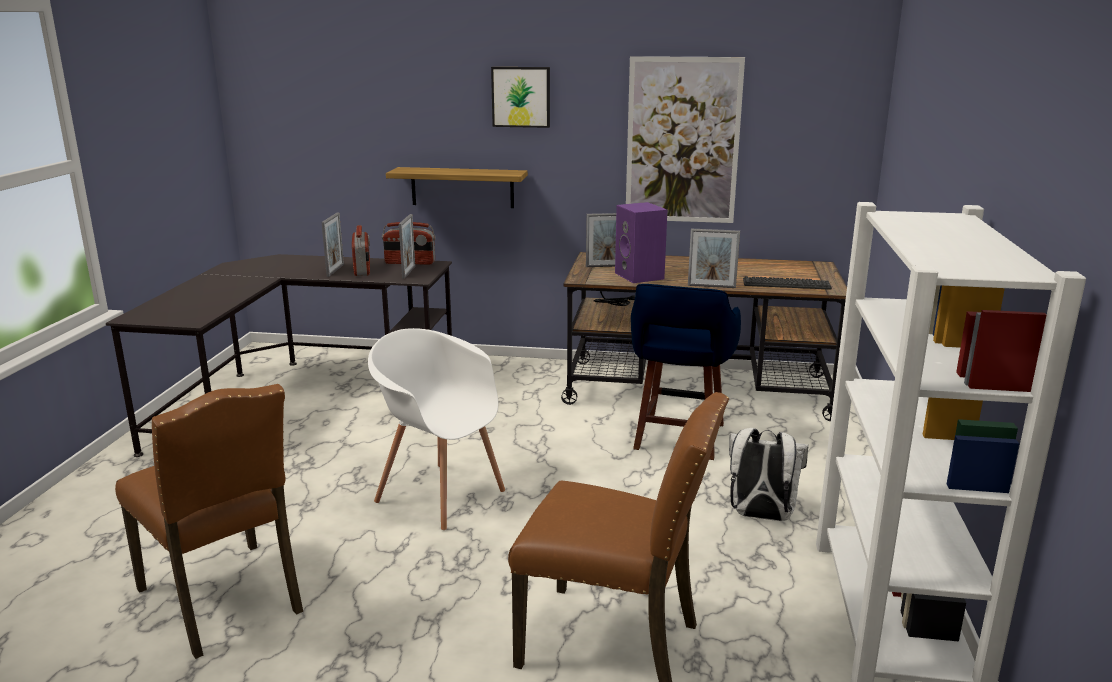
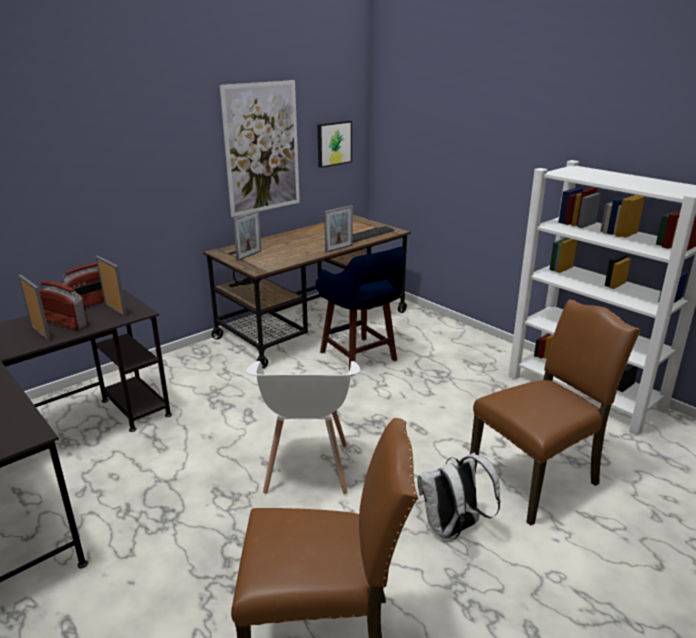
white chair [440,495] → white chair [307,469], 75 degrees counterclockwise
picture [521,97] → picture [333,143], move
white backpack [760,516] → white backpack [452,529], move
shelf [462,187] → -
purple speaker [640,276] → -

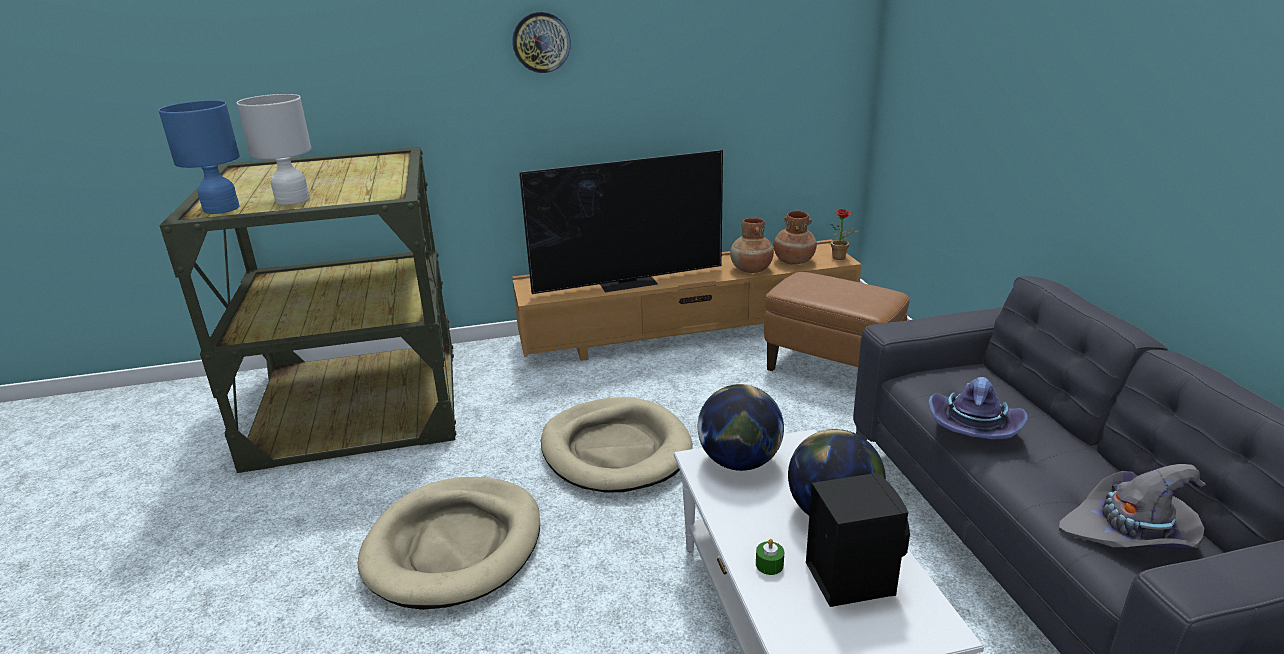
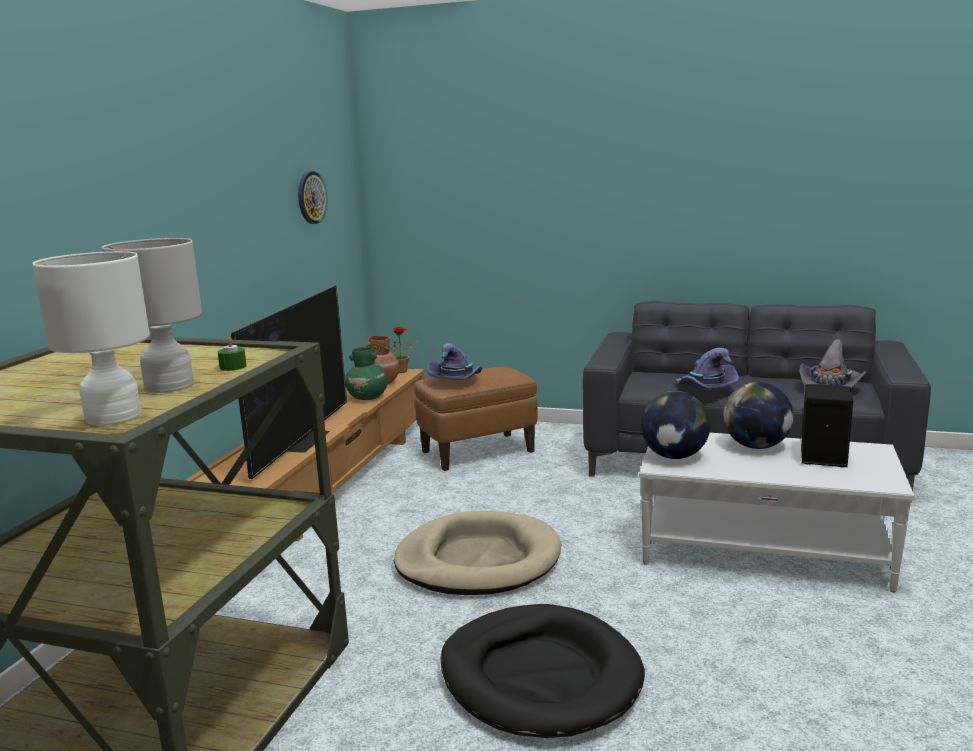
blue table lamp [221,209] → white table lamp [114,417]
green candle [769,565] → green candle [233,367], move
wall clock [541,42] → wall clock [311,197], move
brown vase [751,269] → green vase [368,397]
- → purple hat [456,381]
beige dog bed [455,546] → black dog bed [540,676]

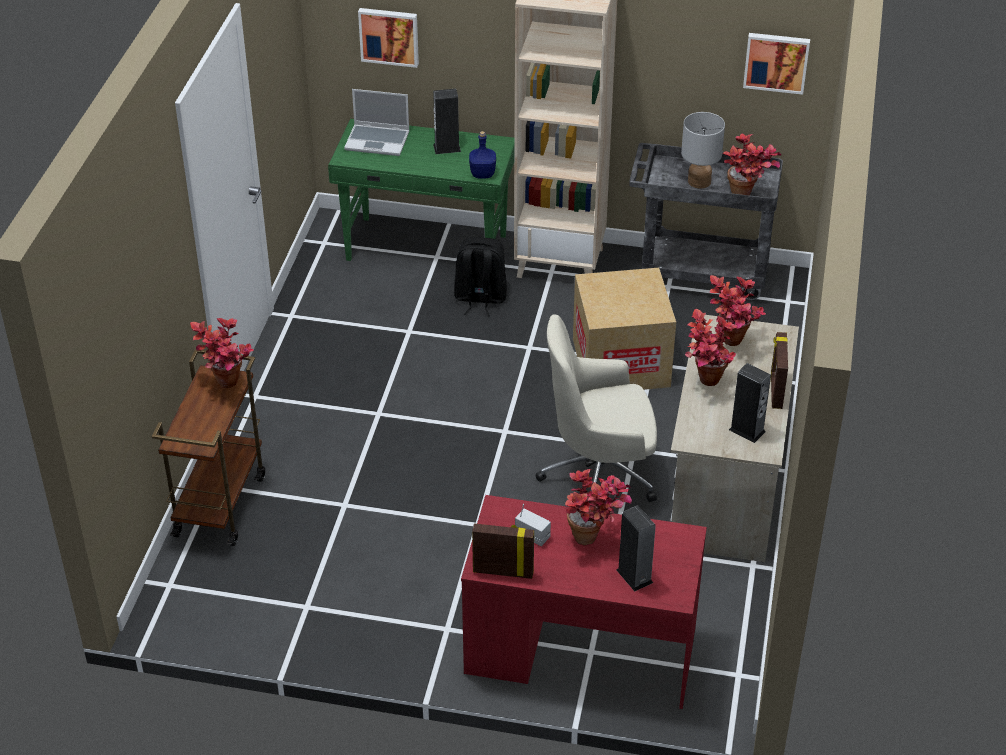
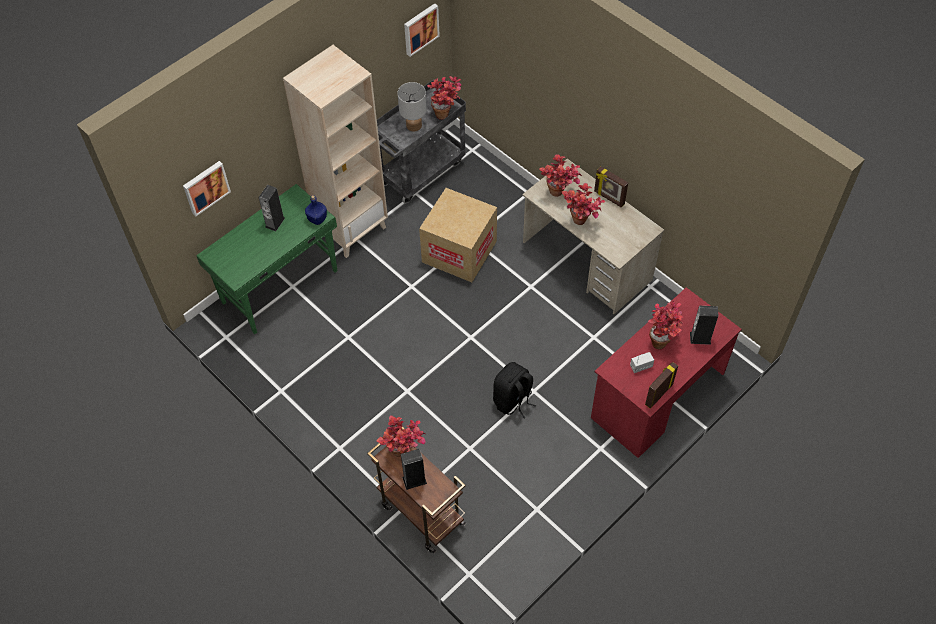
speaker [747,430] → speaker [414,480], move
black backpack [480,298] → black backpack [513,400], move
laptop [378,141] → -
beige office chair [598,477] → -

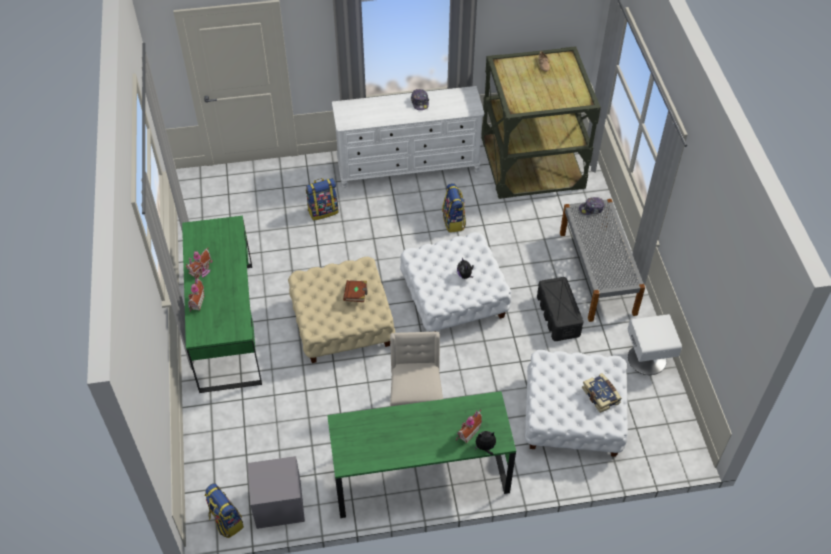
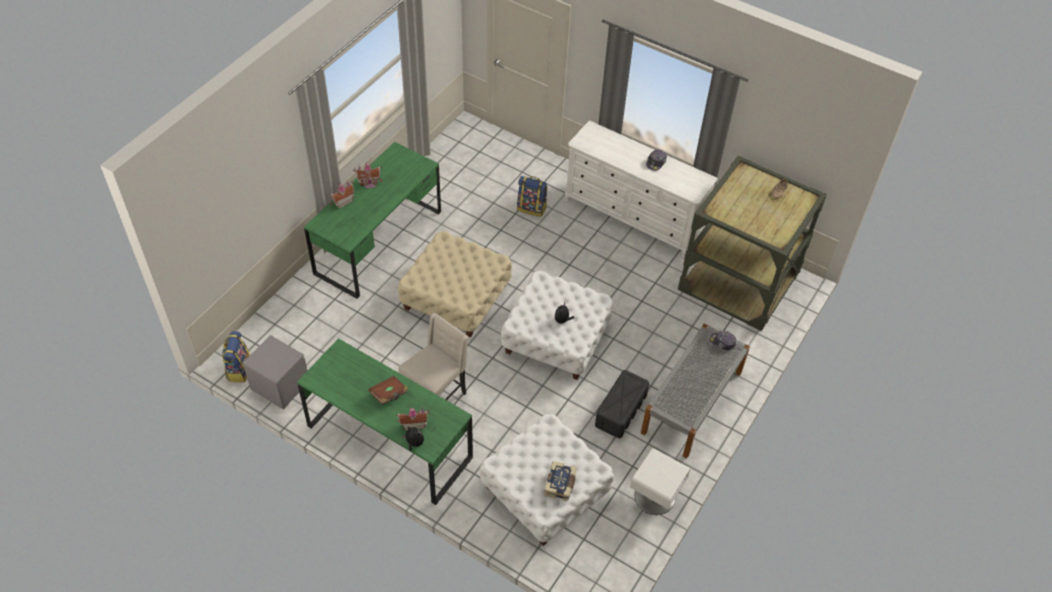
brown book [356,295] → brown book [389,394], move
backpack [454,221] → -

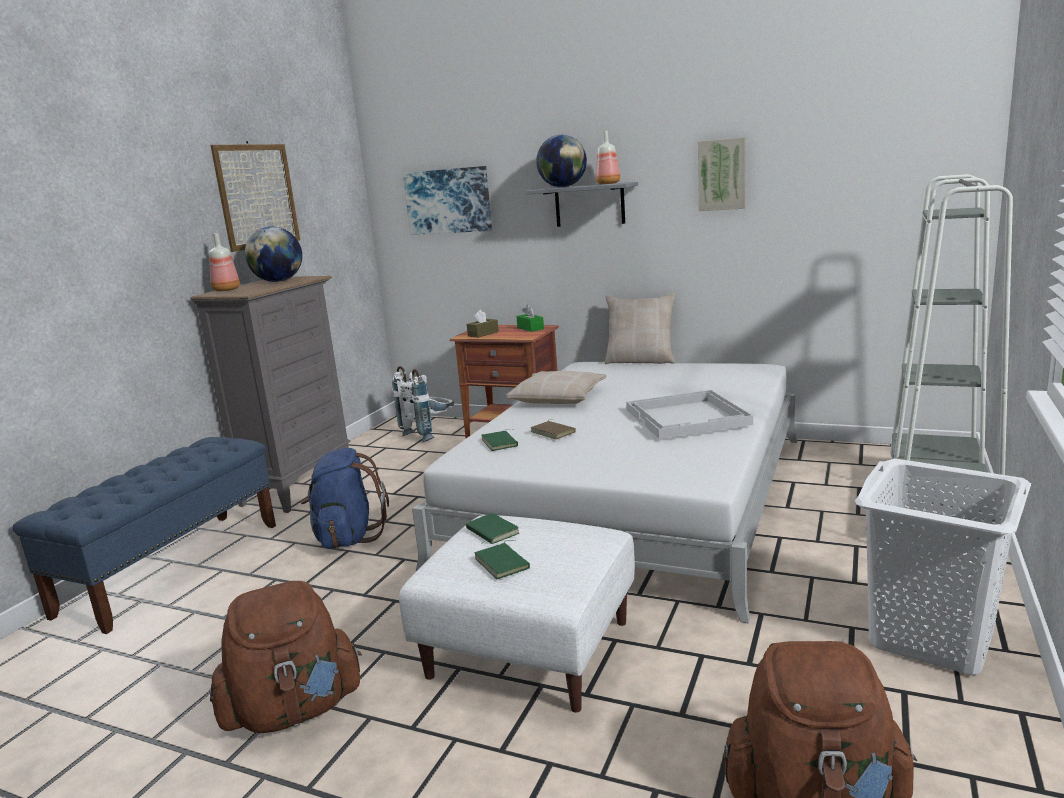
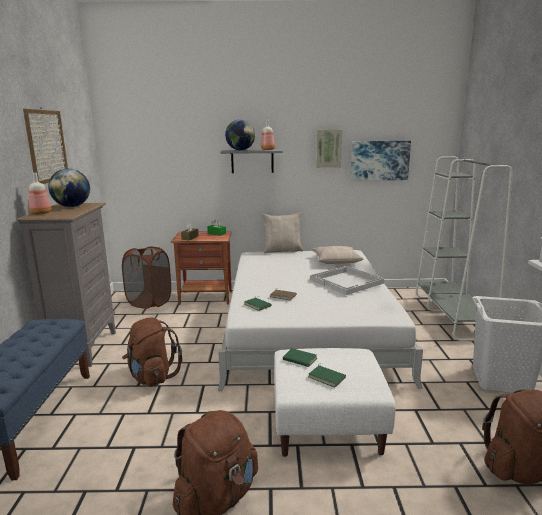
white backpack [430,434] → brown laundry basket [149,302]
blue backpack [347,537] → brown backpack [152,377]
beige pillow [558,397] → beige pillow [336,260], move
picture [448,201] → picture [379,160], move

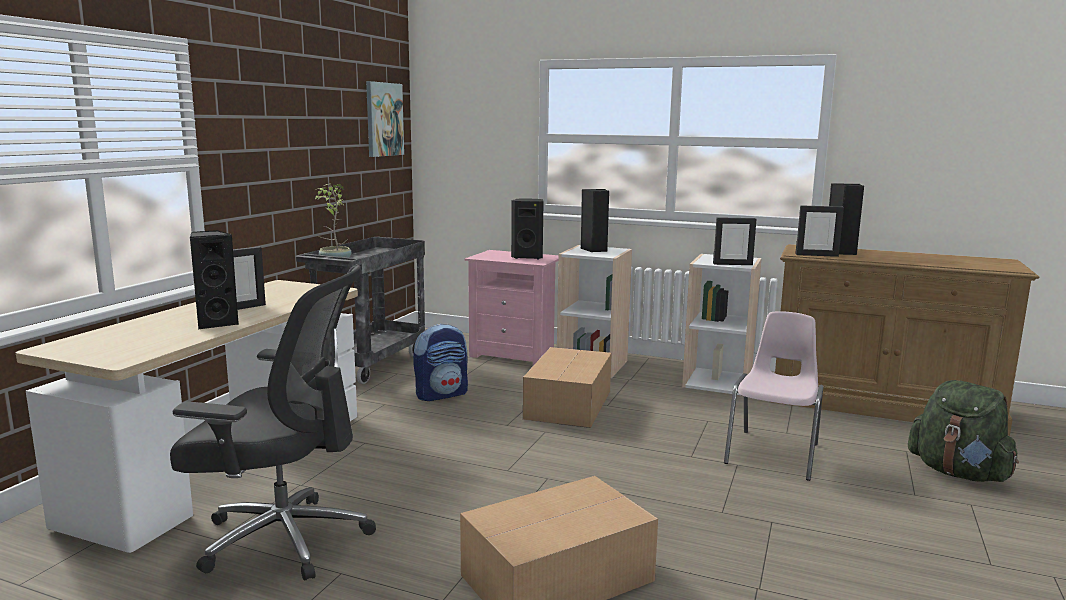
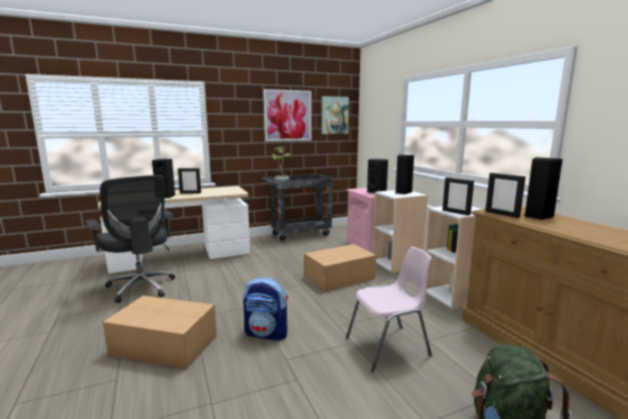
backpack [442,394] → backpack [267,333], move
- → picture [288,115]

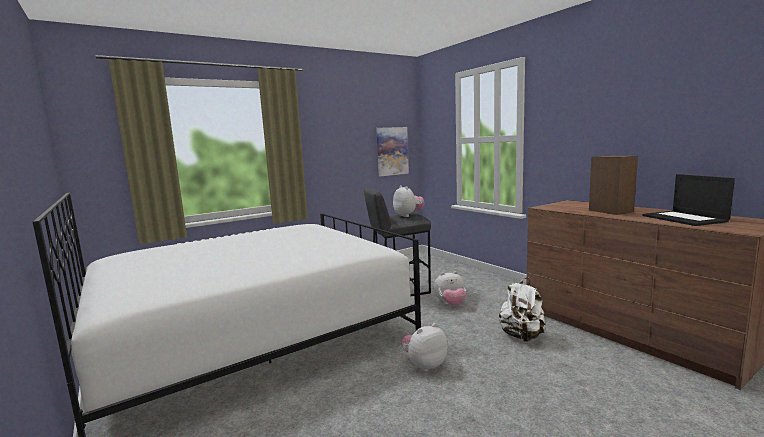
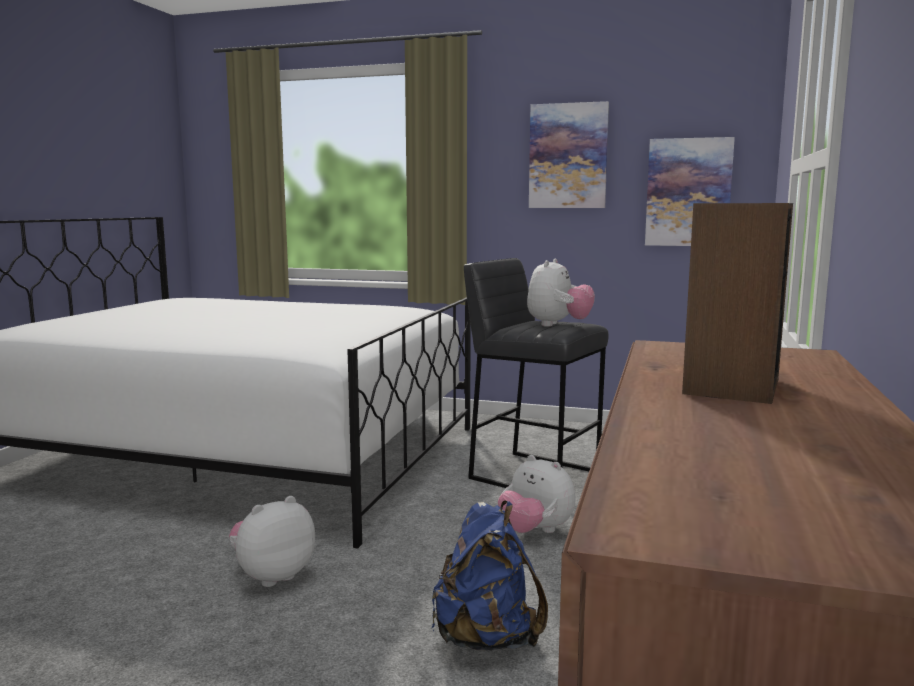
plush toy [424,365] → plush toy [272,576], 60 degrees counterclockwise
white backpack [522,336] → blue backpack [486,638]
- → picture [568,156]
laptop [685,218] → -

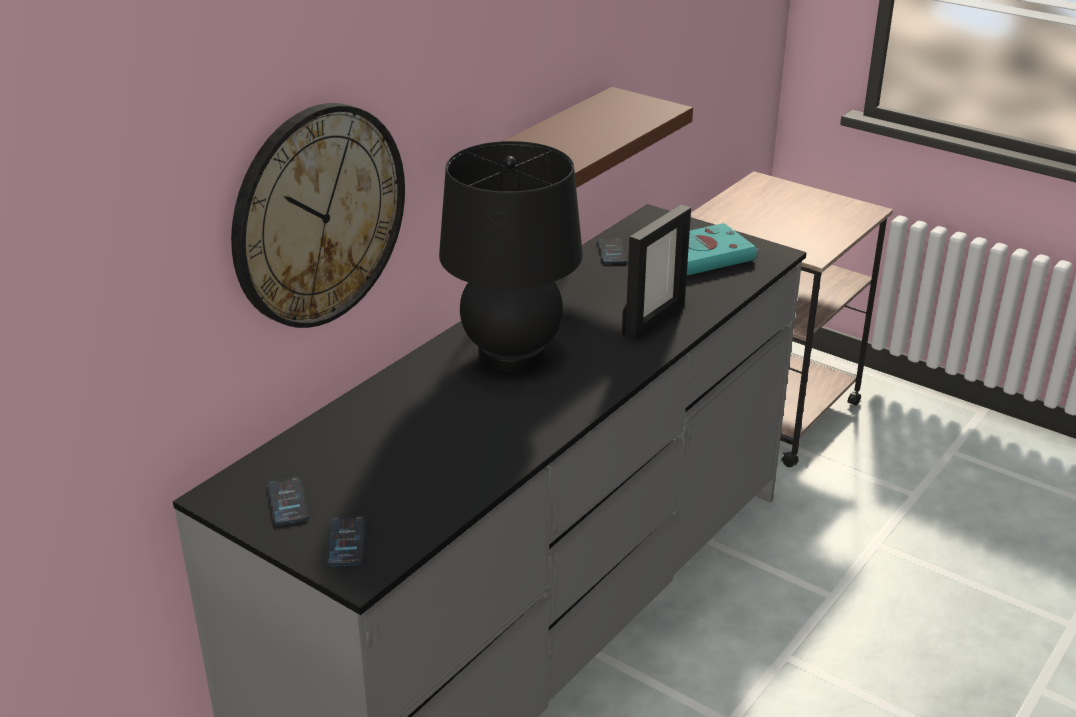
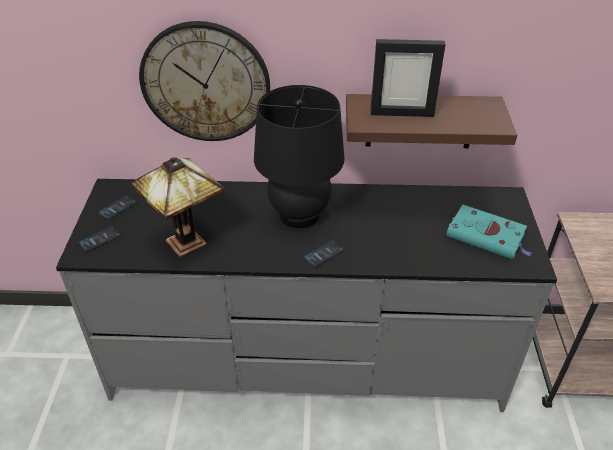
- → table lamp [187,240]
phone [612,252] → phone [323,254], move
picture frame [653,320] → picture frame [401,113], move

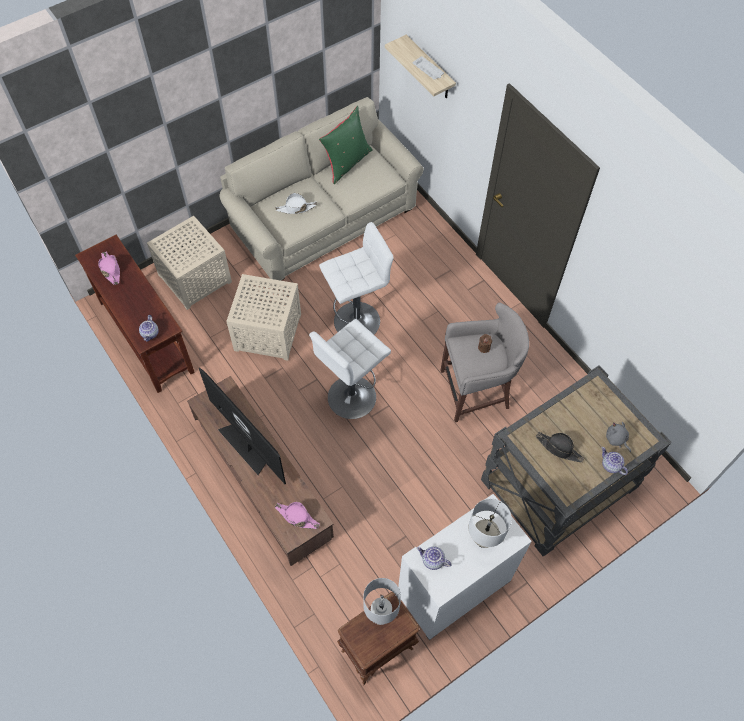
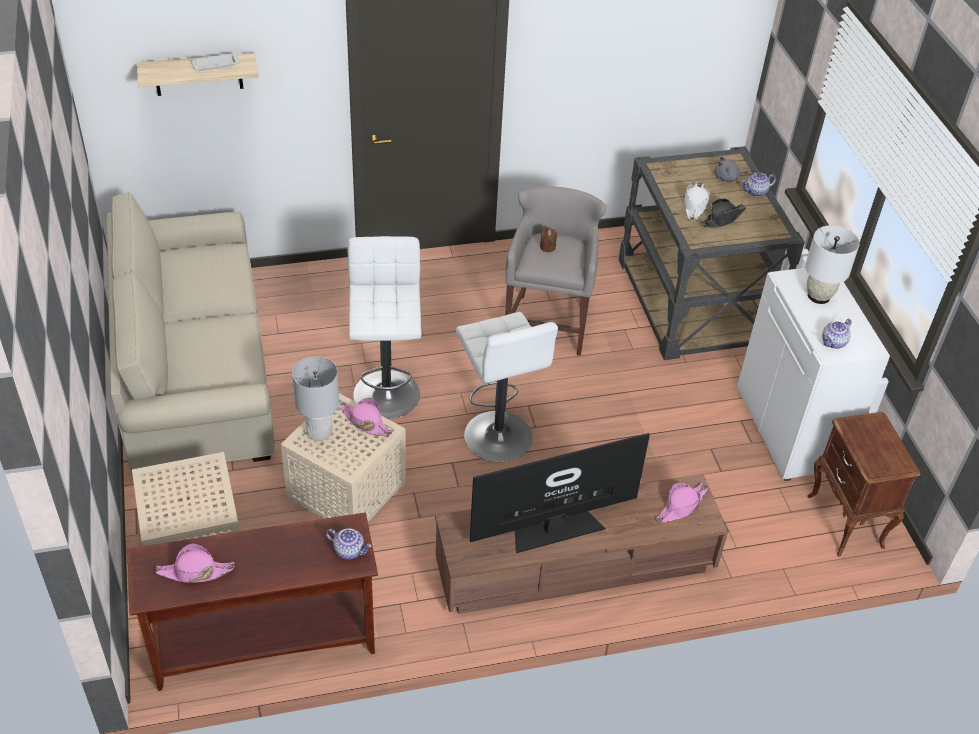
grey table lamp [381,615] → grey table lamp [320,434], move
- → pink hat [365,422]
white hat [296,208] → white hat [695,205], move
green pillow [346,163] → -

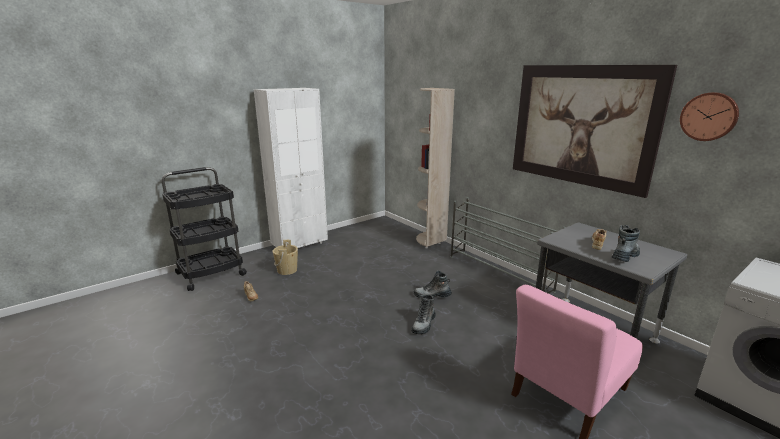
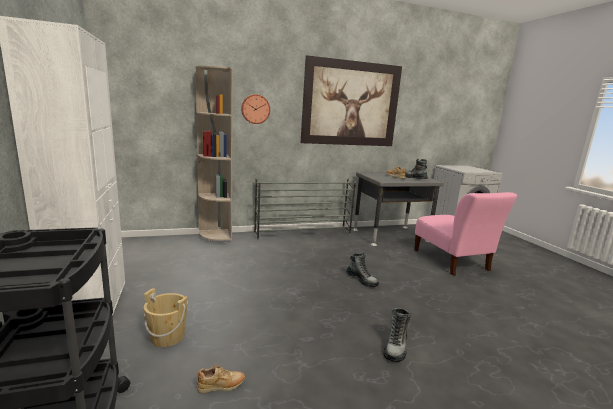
wall clock [709,116] → wall clock [255,109], move
boot [432,296] → boot [396,347], move

